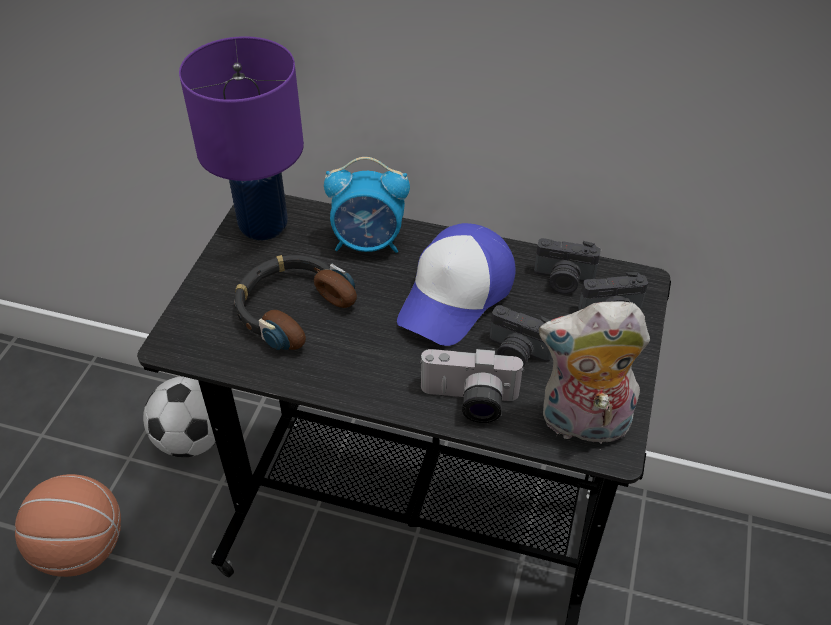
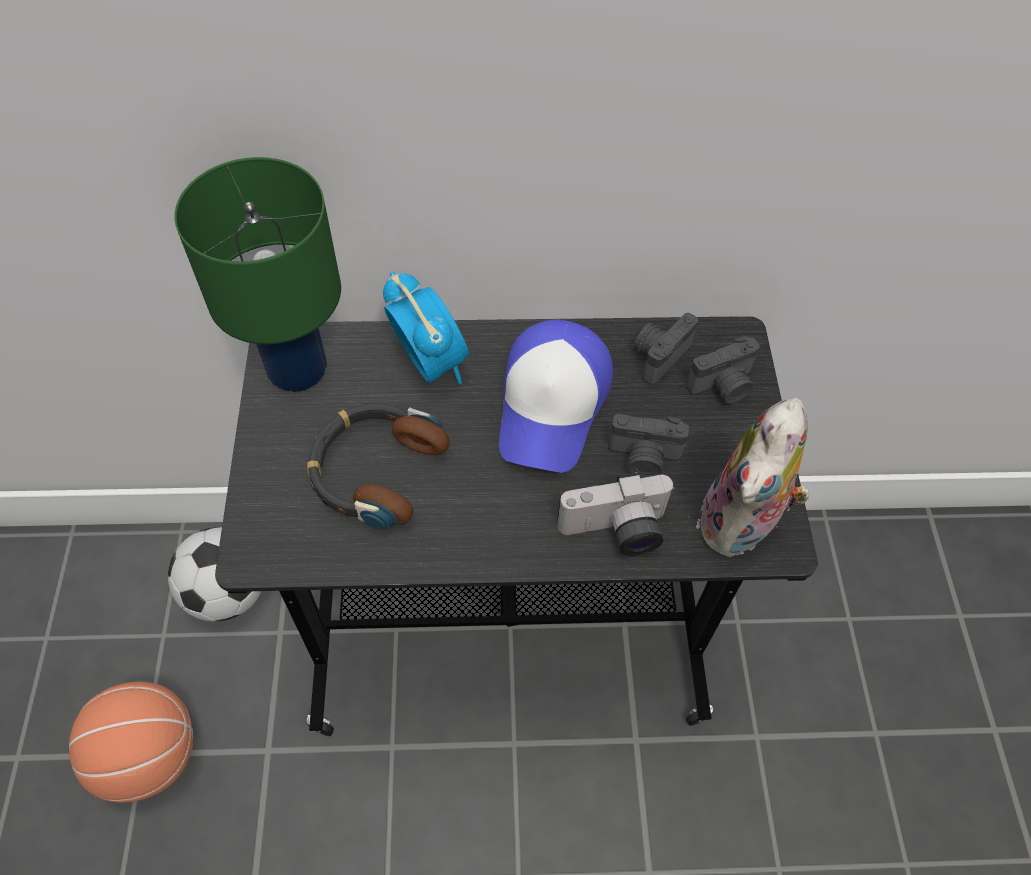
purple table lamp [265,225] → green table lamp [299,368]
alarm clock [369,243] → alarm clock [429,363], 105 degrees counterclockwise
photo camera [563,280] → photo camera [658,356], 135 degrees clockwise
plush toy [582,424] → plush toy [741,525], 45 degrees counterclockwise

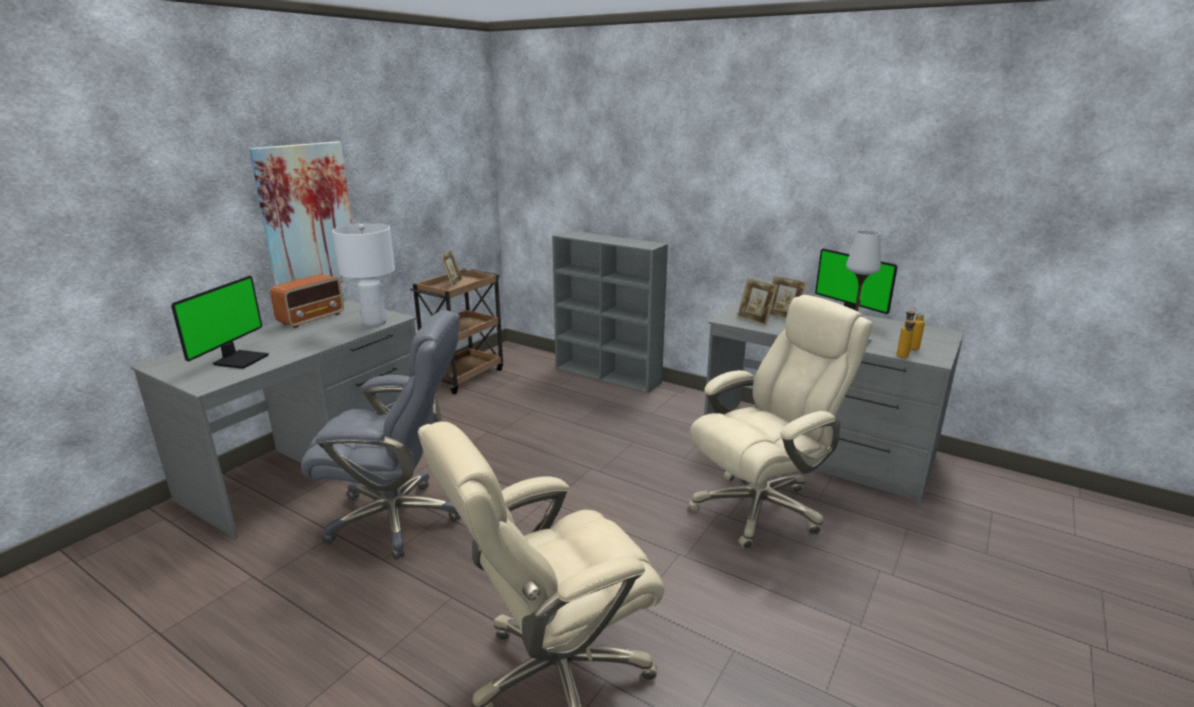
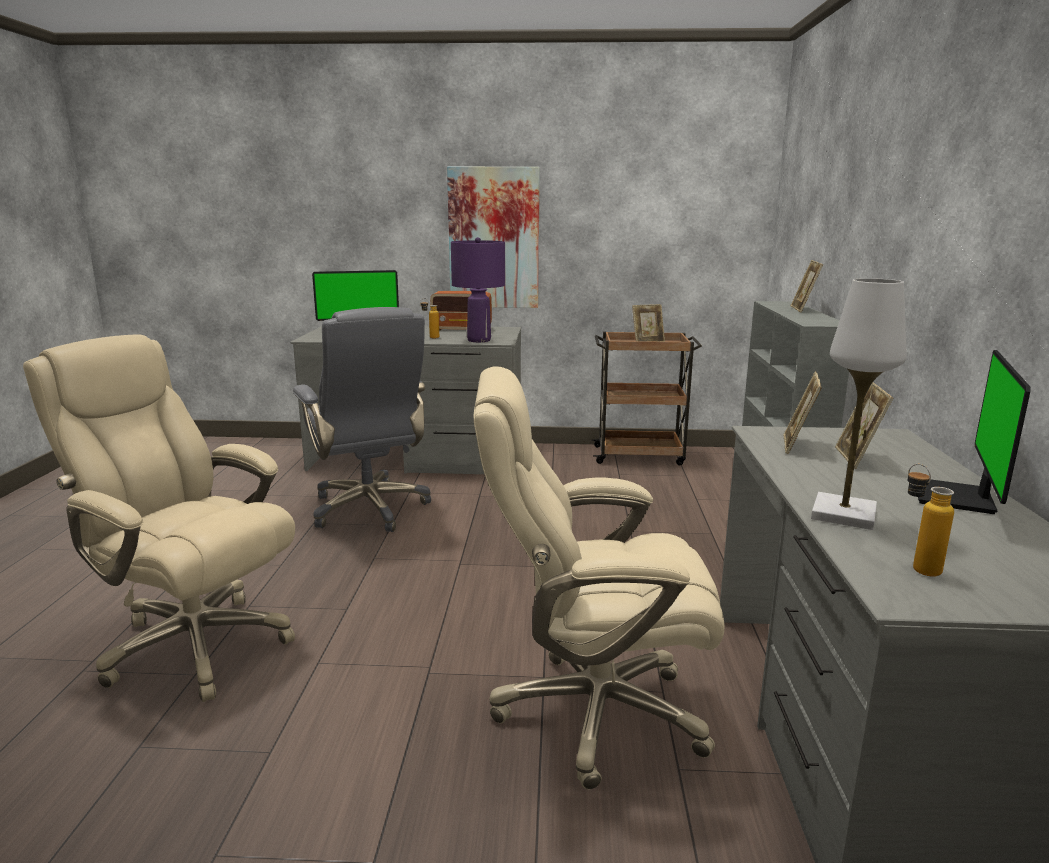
bottle [902,357] → bottle [430,337], move
white table lamp [374,323] → purple table lamp [478,340]
beige office chair [761,509] → beige office chair [590,713], 150 degrees clockwise
- → picture frame [803,309]

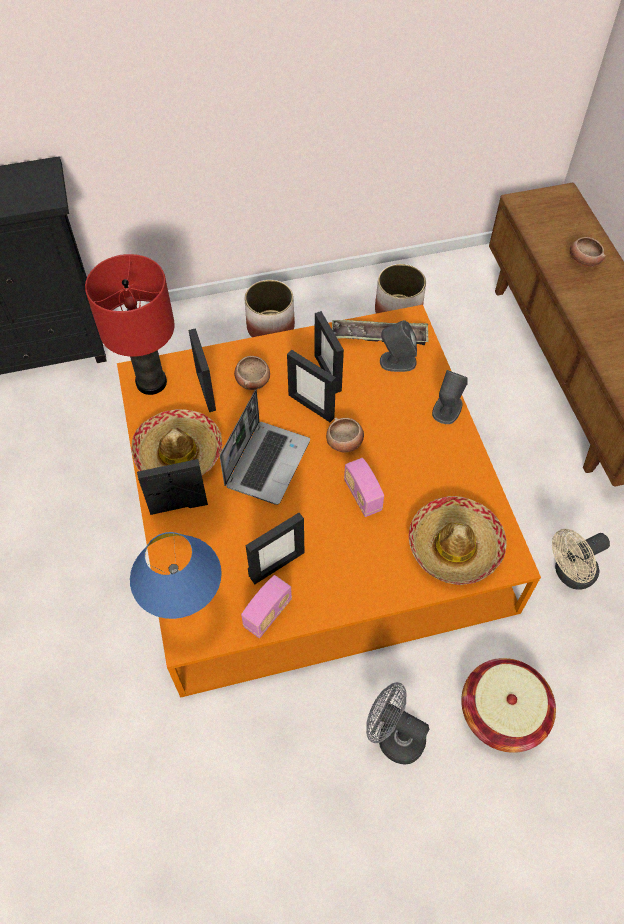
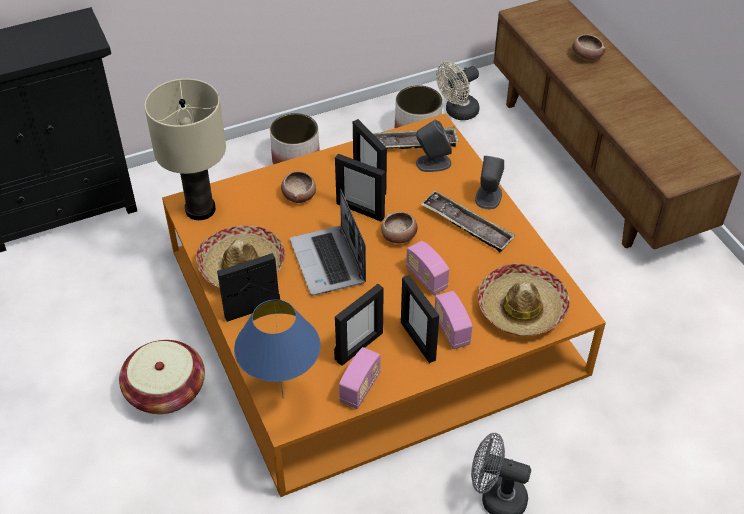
basket [502,712] → basket [166,390], move
red table lamp [151,382] → beige table lamp [200,209]
laptop [267,462] → laptop [329,262], 150 degrees clockwise
picture frame [207,390] → picture frame [419,340], move
- → tray [467,225]
- → radio [451,330]
beige fan [569,574] → beige fan [457,113], move

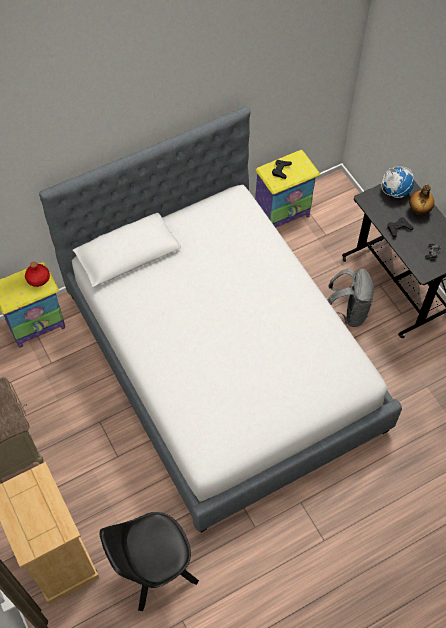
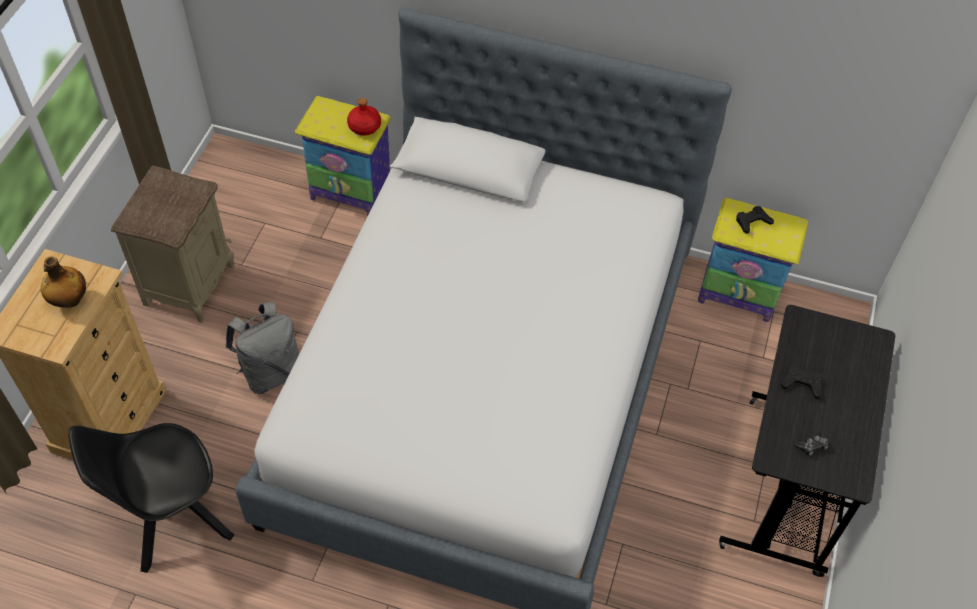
bottle [418,211] → bottle [69,300], move
black chair [154,569] → black chair [172,518], 45 degrees counterclockwise
grey backpack [348,312] → grey backpack [270,372], move
globe [395,191] → -

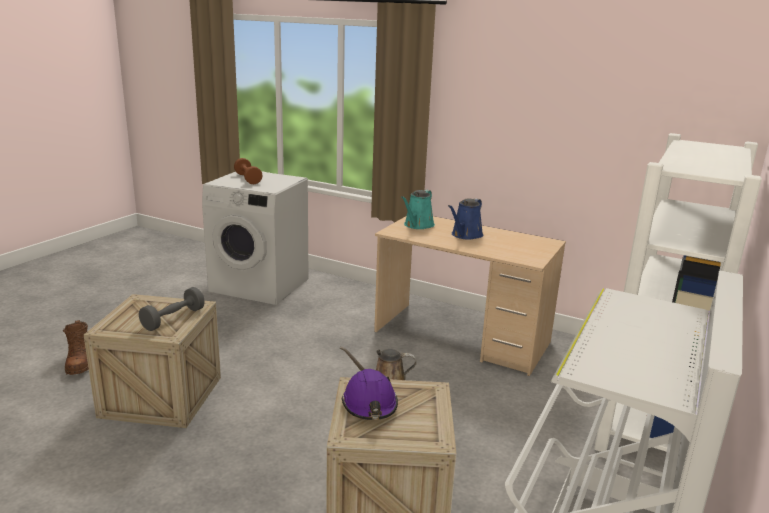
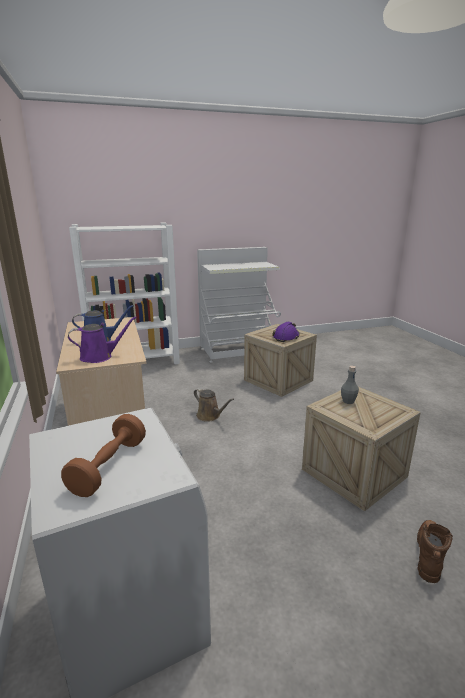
turquoise watering can [417,225] → purple watering can [99,357]
grey dumbbell [173,319] → grey bottle [348,401]

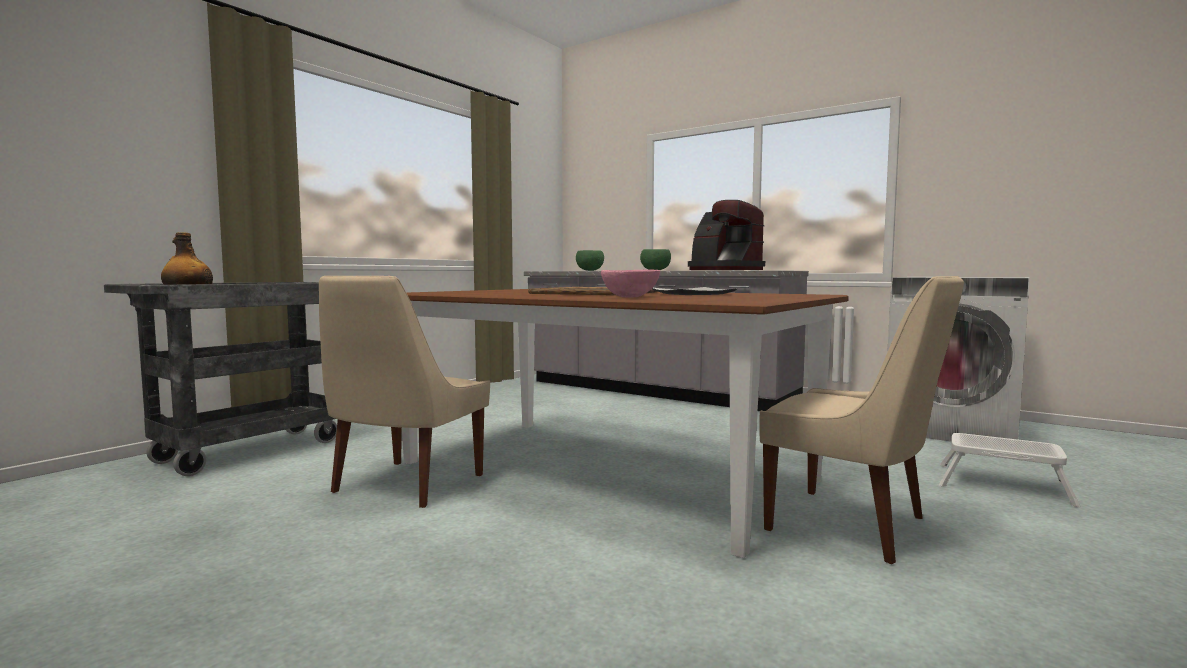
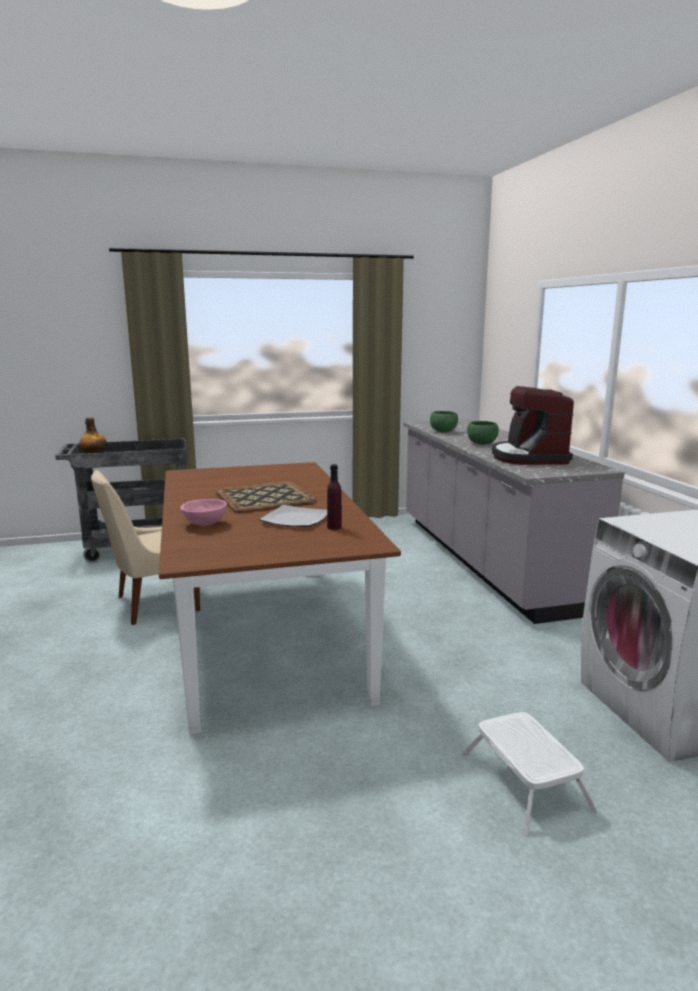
- → purple bottle [334,527]
beige chair [853,525] → -

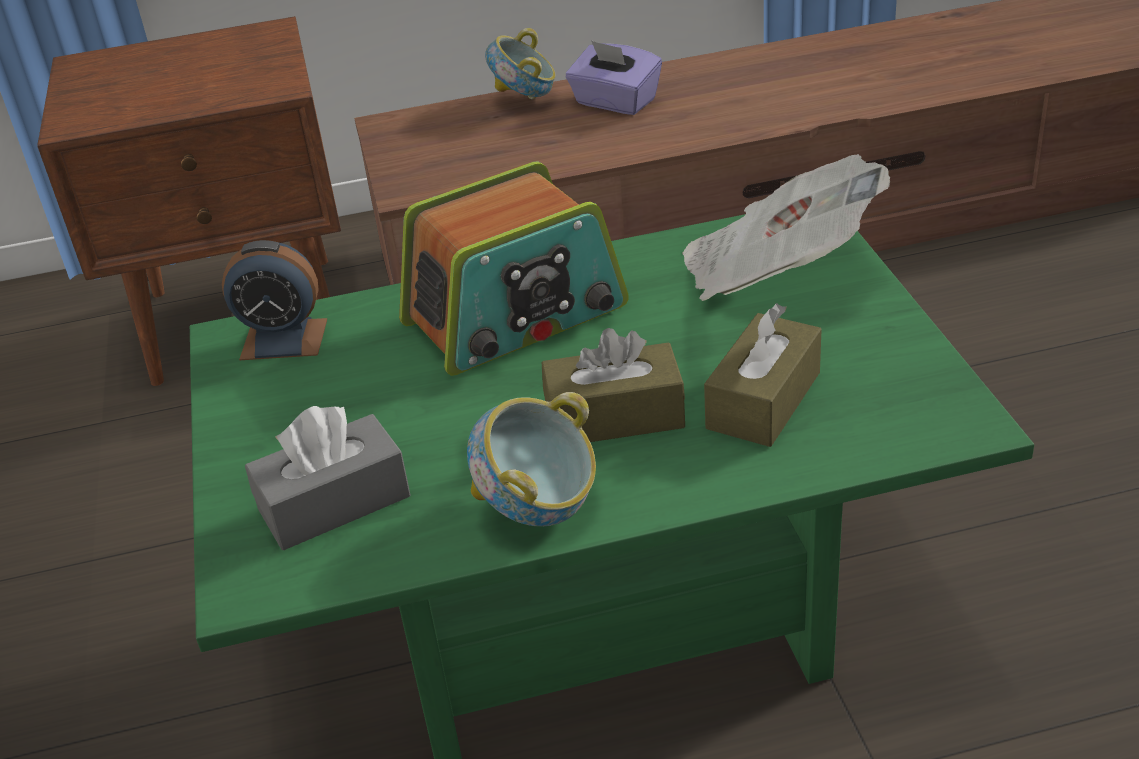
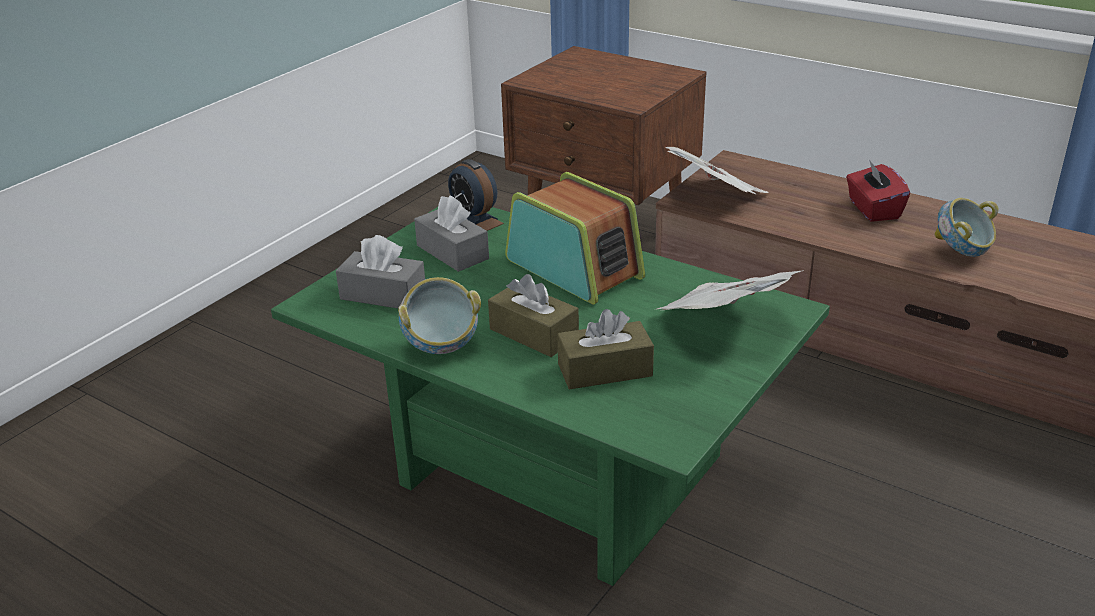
- → grey tissue box [452,252]
radio [516,316] → radio [575,268], 150 degrees counterclockwise
- → newspaper [716,197]
purple tissue box [615,102] → red tissue box [873,209]
bowl [525,100] → bowl [961,253], move

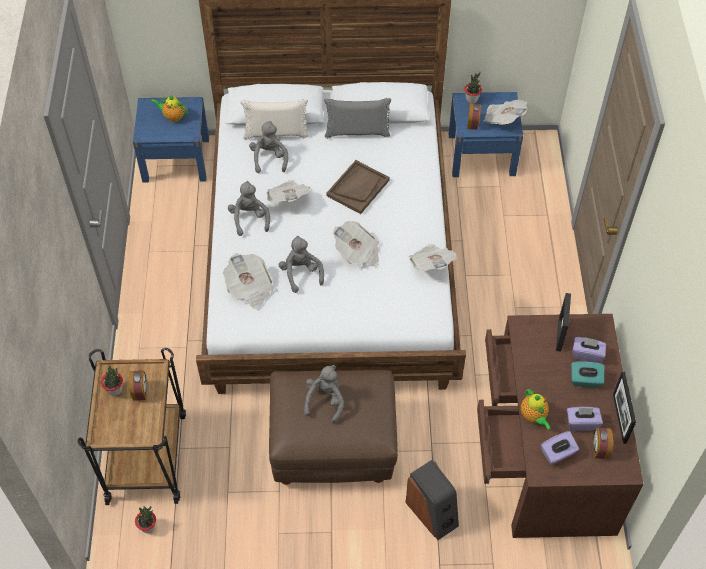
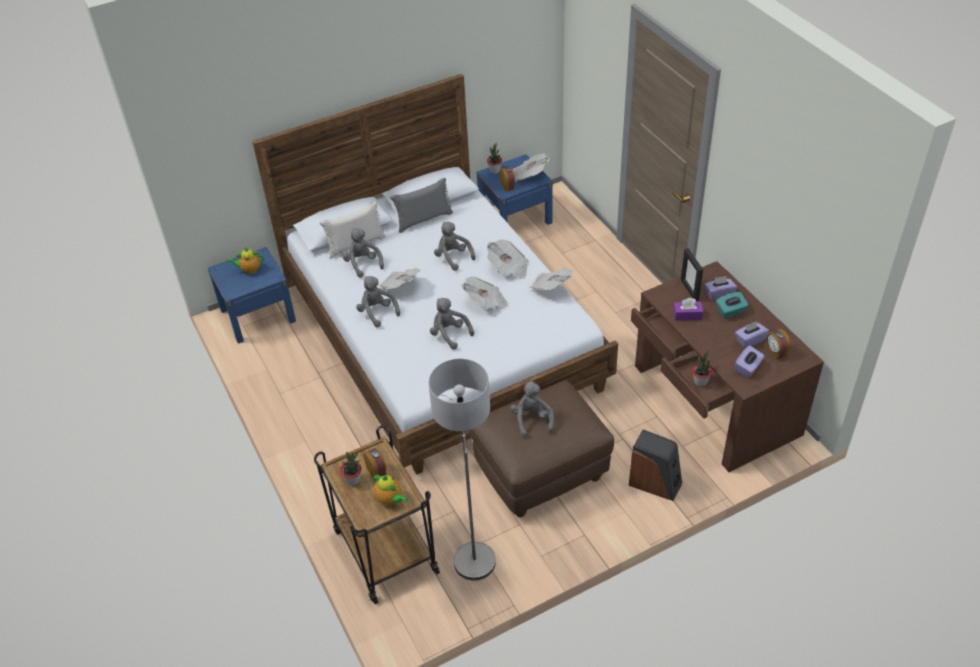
teapot [533,416] → teapot [390,499], move
- → grey floor lamp [473,551]
brown tray [358,188] → grey plush toy [453,257]
newspaper [249,288] → newspaper [508,268], move
- → purple tissue box [687,315]
potted plant [148,527] → potted plant [700,382], move
picture frame [619,418] → -

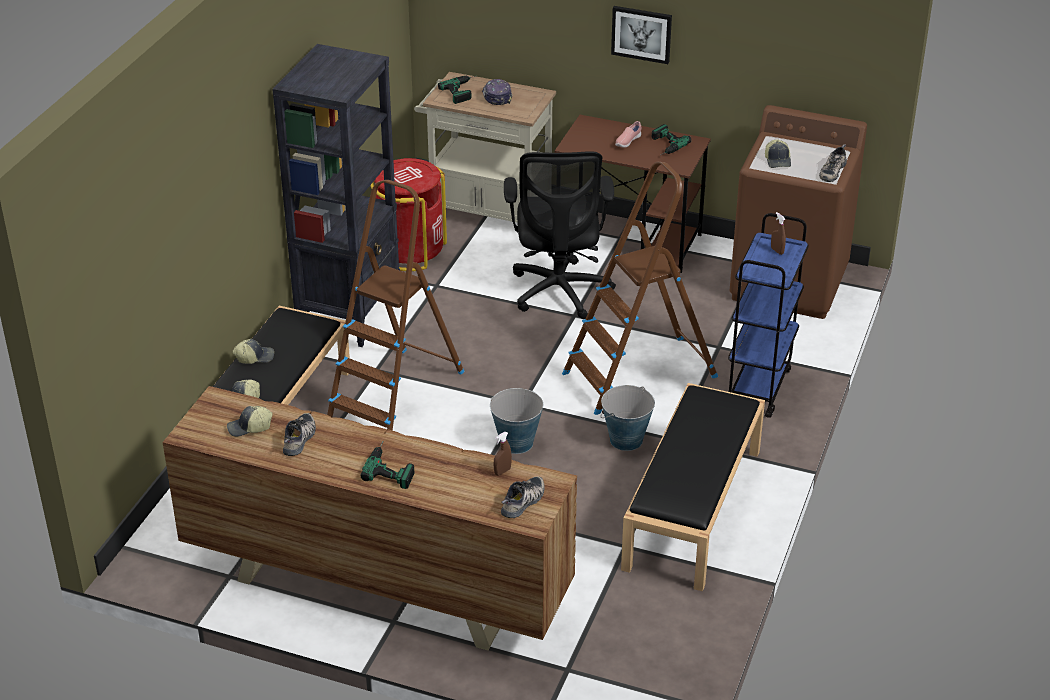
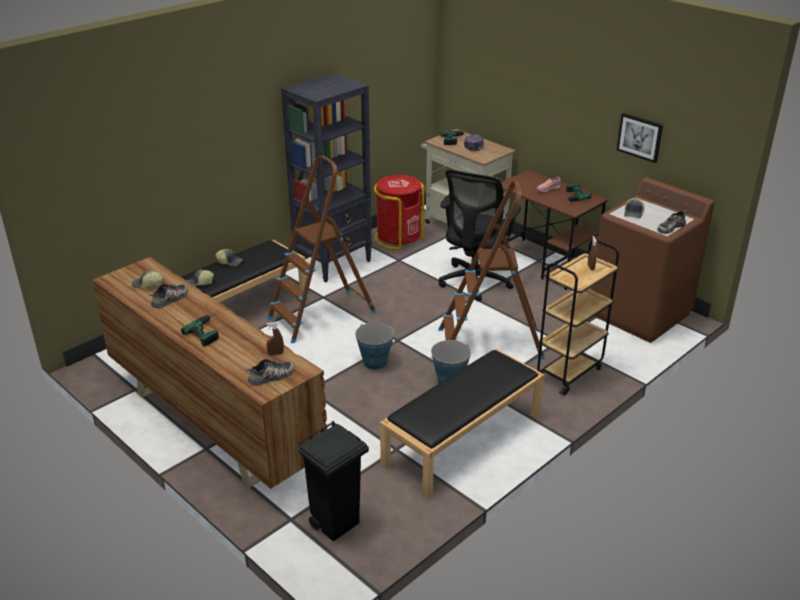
- → black trash can [336,523]
blue cart [760,390] → brown cart [569,376]
picture [641,34] → picture [640,137], move

